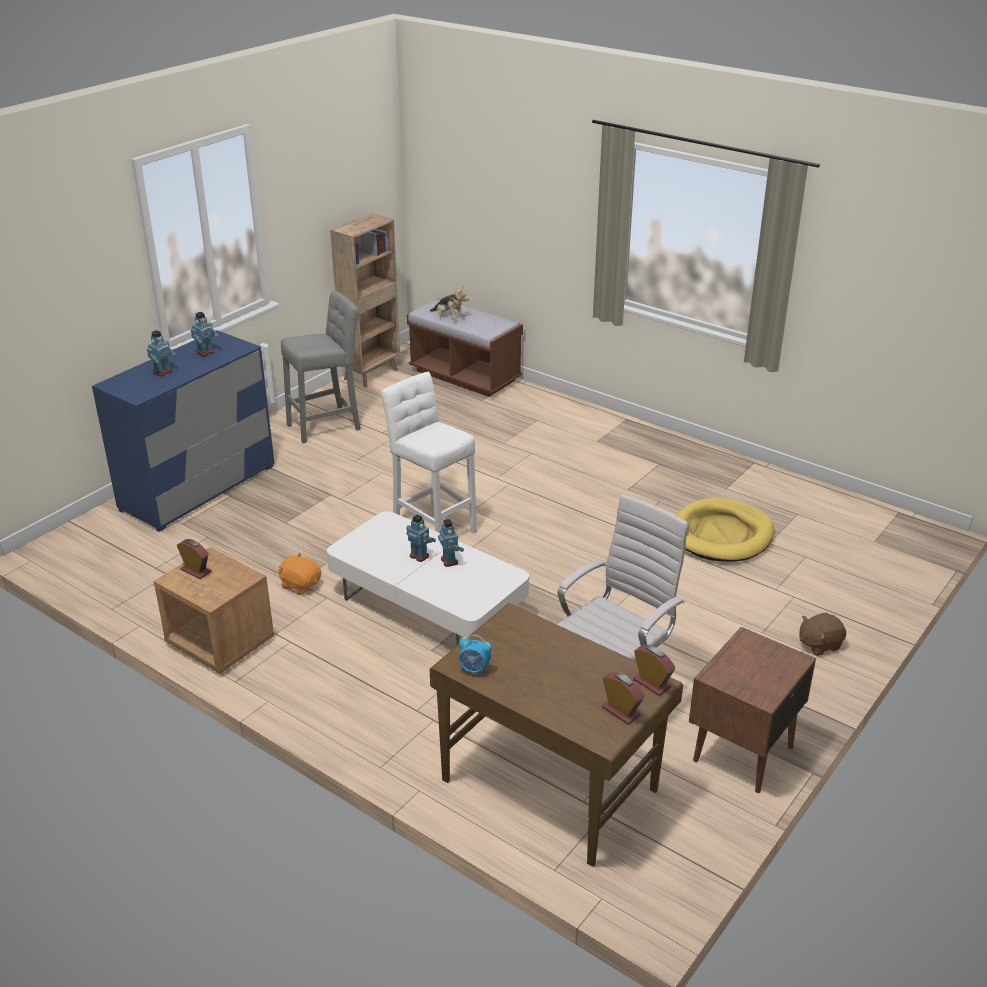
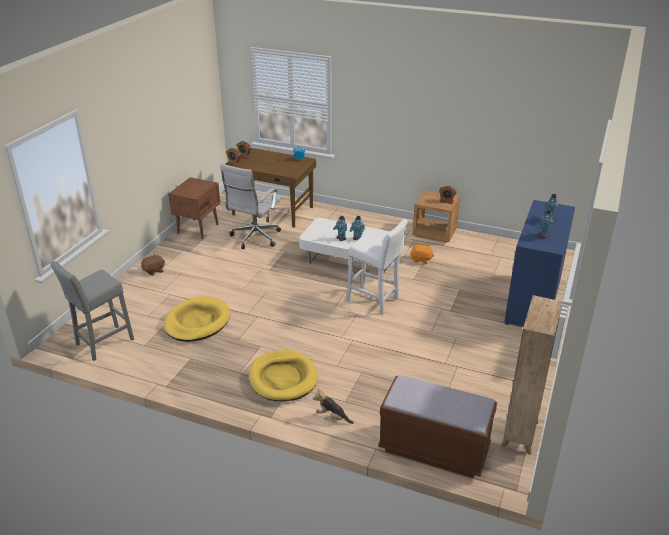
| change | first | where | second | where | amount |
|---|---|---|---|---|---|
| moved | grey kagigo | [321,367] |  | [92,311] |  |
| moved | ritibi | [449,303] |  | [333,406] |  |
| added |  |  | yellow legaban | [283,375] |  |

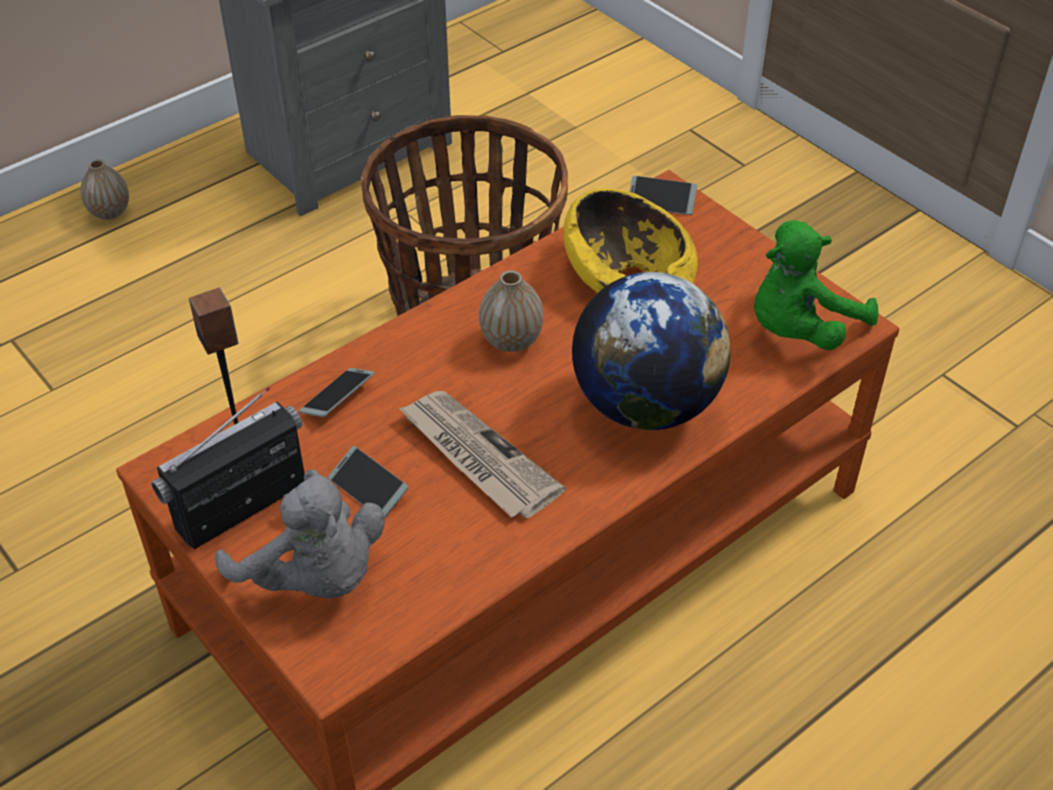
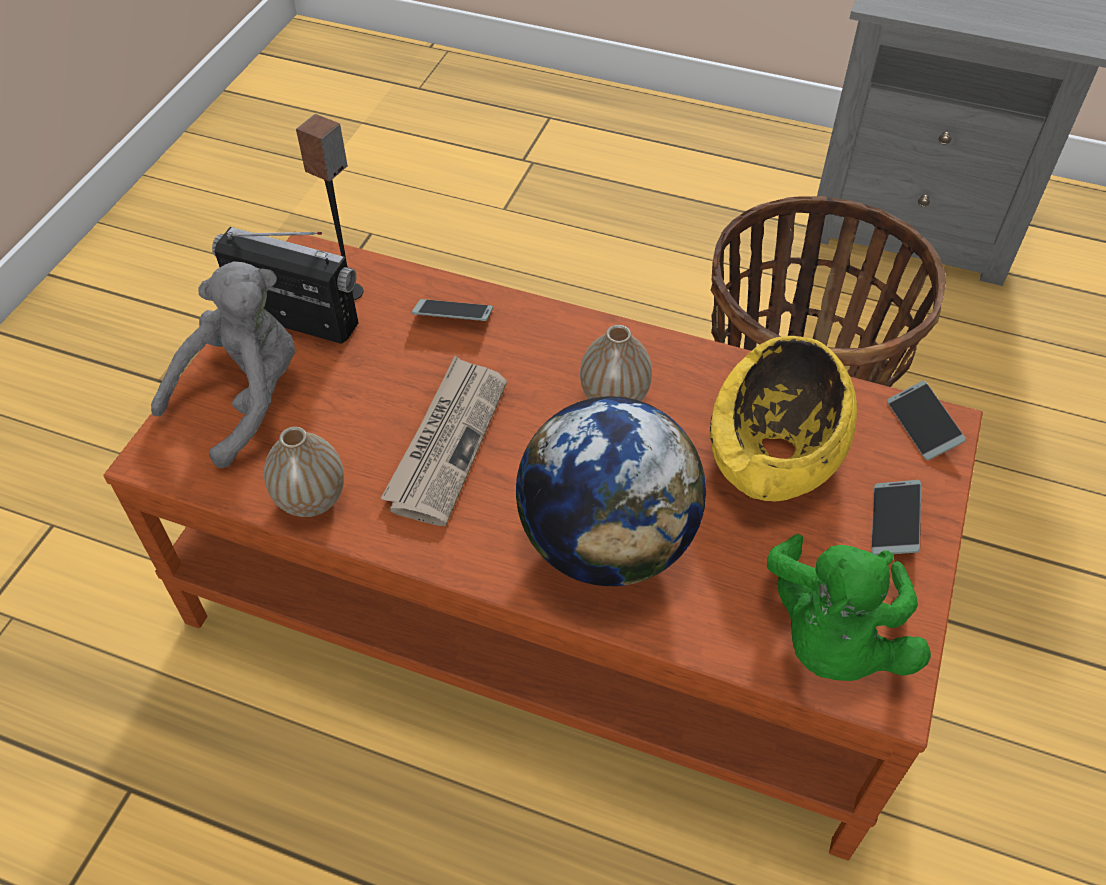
| change | first | where | second | where | amount |
|---|---|---|---|---|---|
| moved | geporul | [104,189] |  | [304,472] |  |
| turned | grey ritibi | [300,533] |  | [223,365] | 150 degrees counterclockwise |
| moved | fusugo | [368,481] |  | [896,517] |  |
| turned | green ritibi | [816,285] |  | [849,607] | 90 degrees counterclockwise |

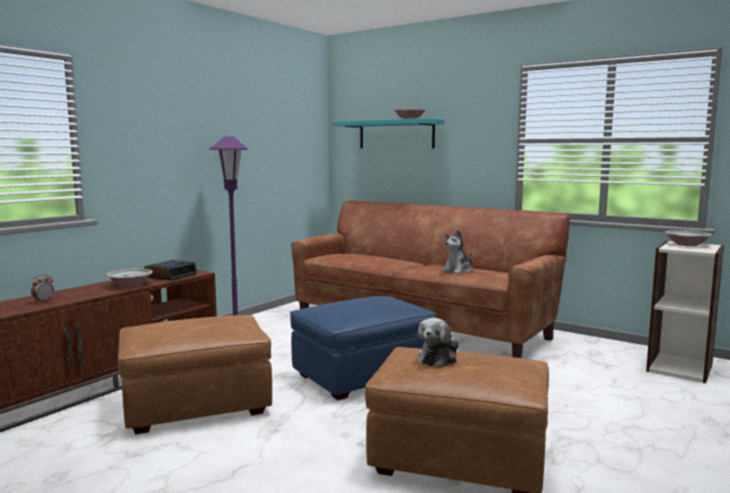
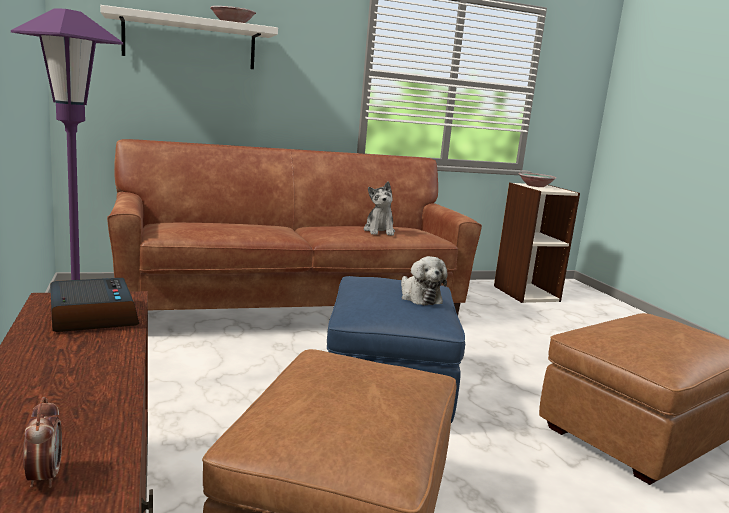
| change | first | where | second | where | amount |
|---|---|---|---|---|---|
| removed | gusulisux | [129,277] |  |  |  |
| recoloured | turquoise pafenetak | [388,133] | white pafenetak | [189,37] |  |
| moved | ritibi | [438,342] |  | [424,280] |  |

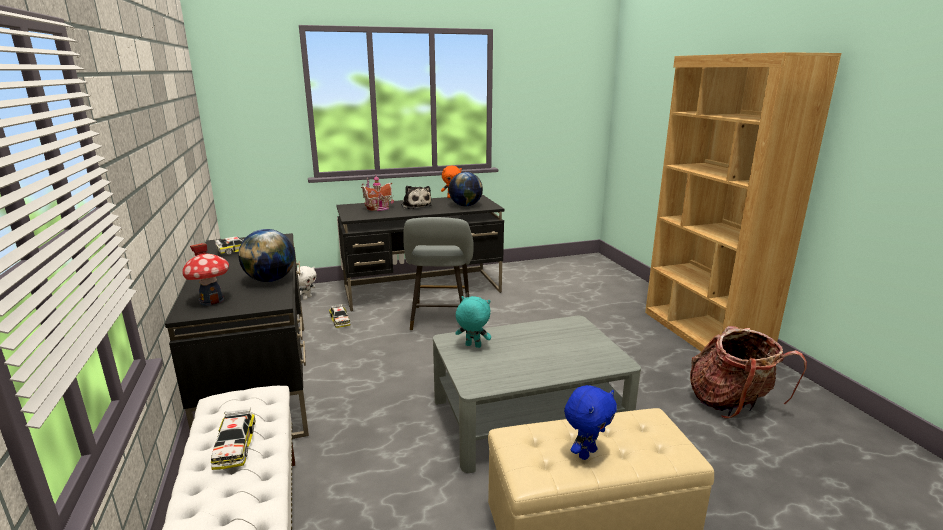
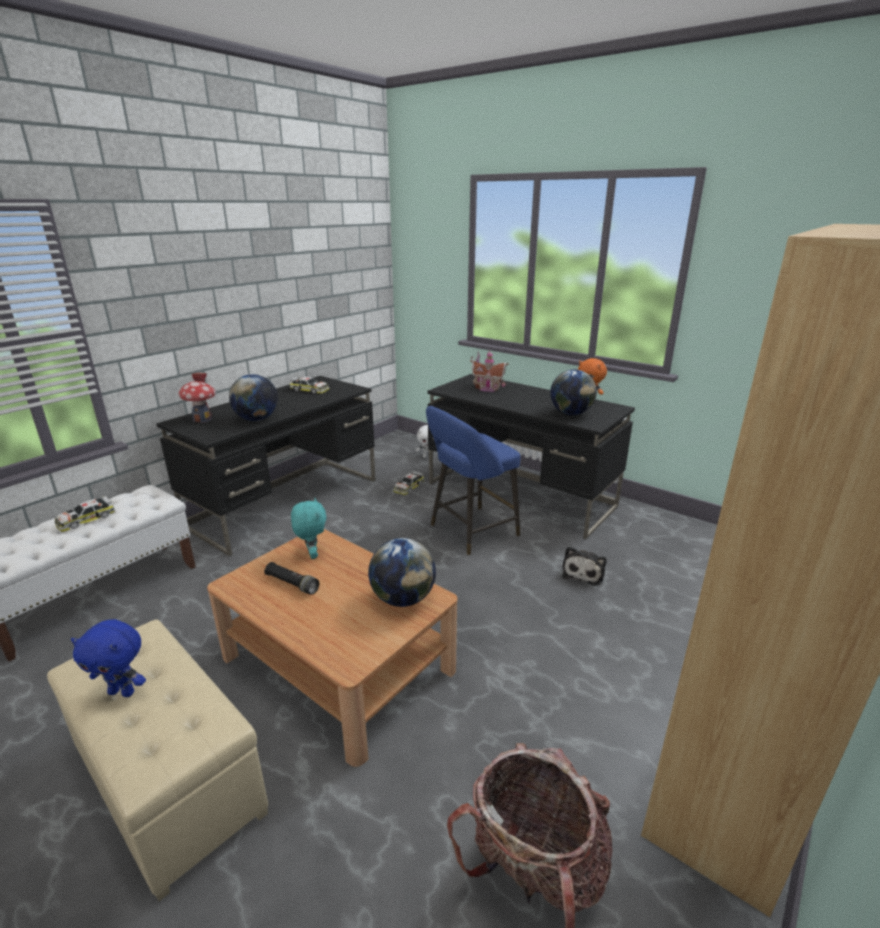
| change | first | where | second | where | amount |
|---|---|---|---|---|---|
| moved | ritibi | [416,197] |  | [584,566] |  |
| recoloured | grey kagigo | [438,274] | blue kagigo | [473,480] |  |
| recoloured | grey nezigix | [537,394] | brown nezigix | [332,648] |  |
| added |  |  | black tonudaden | [291,578] |  |
| added |  |  | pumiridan | [402,572] |  |

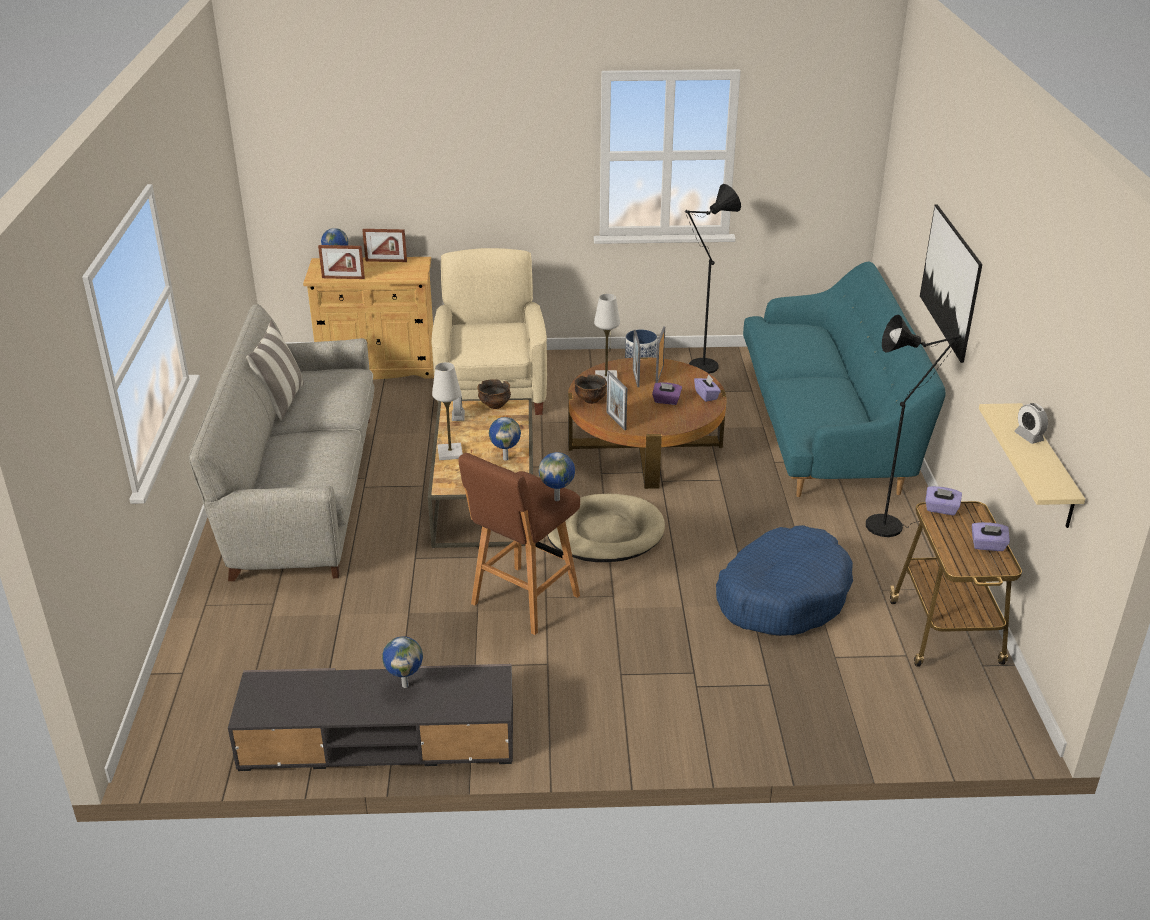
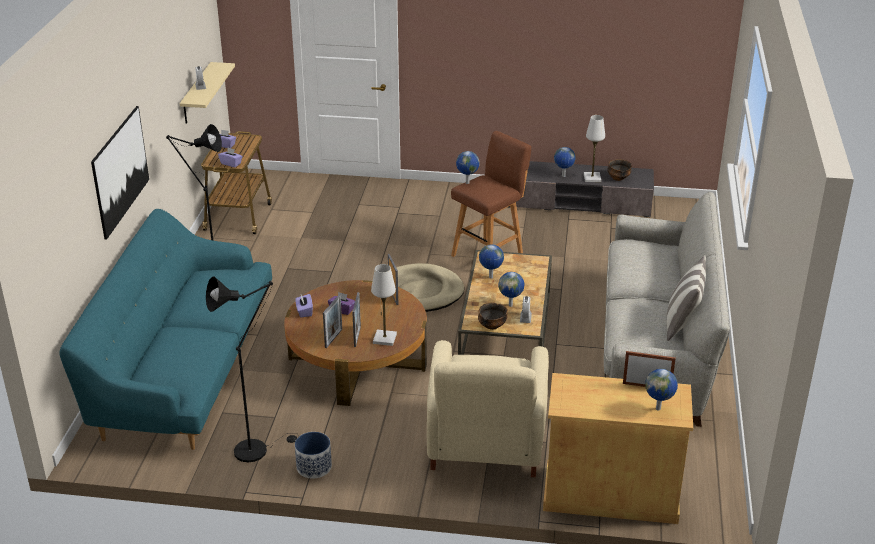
| change | first | where | second | where | amount |
|---|---|---|---|---|---|
| removed | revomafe | [384,245] |  |  |  |
| moved | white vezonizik | [447,411] |  | [594,148] |  |
| moved | gusulisux | [590,389] |  | [619,170] |  |
| removed | blue legaban | [784,580] |  |  |  |
| added |  |  | pumiridan | [511,289] |  |

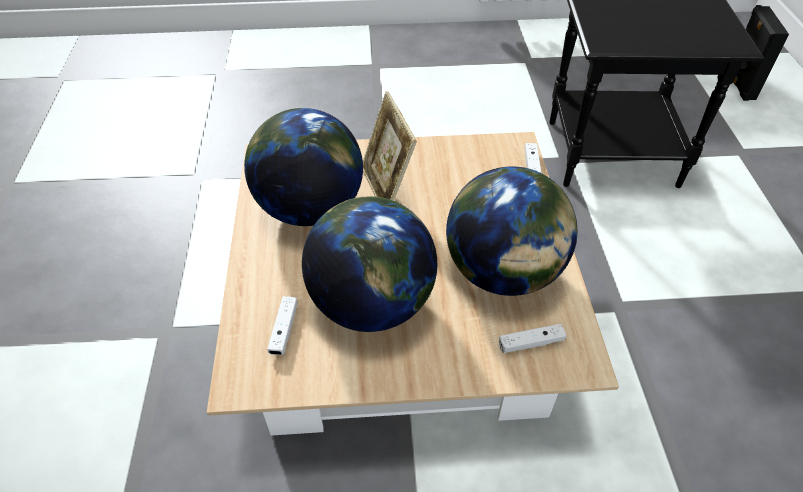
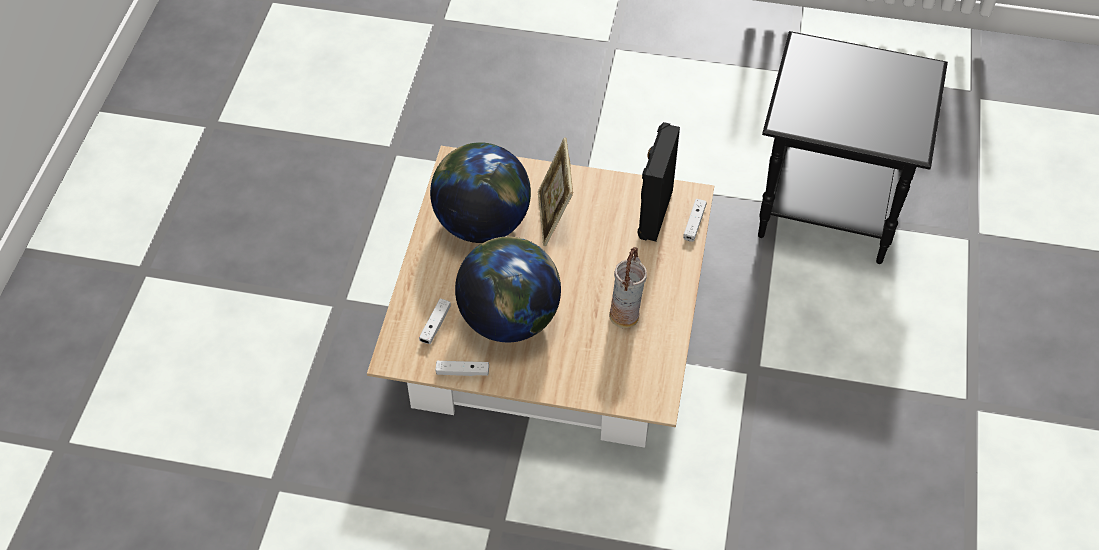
| change | first | where | second | where | amount |
|---|---|---|---|---|---|
| replaced | pumiridan | [511,231] | geporul | [628,287] |  |
| moved | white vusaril | [533,338] |  | [462,368] |  |
| moved | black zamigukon | [761,53] |  | [658,181] |  |

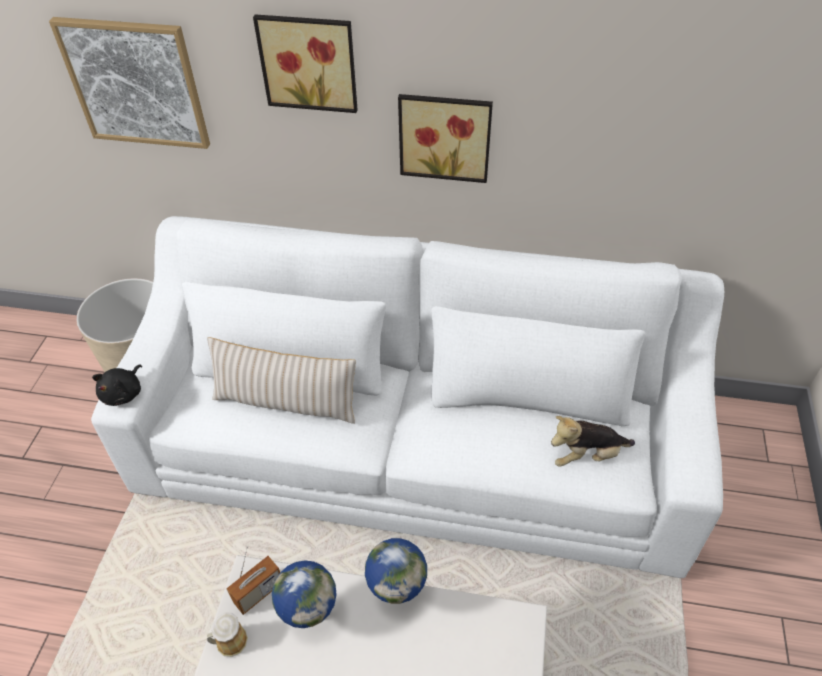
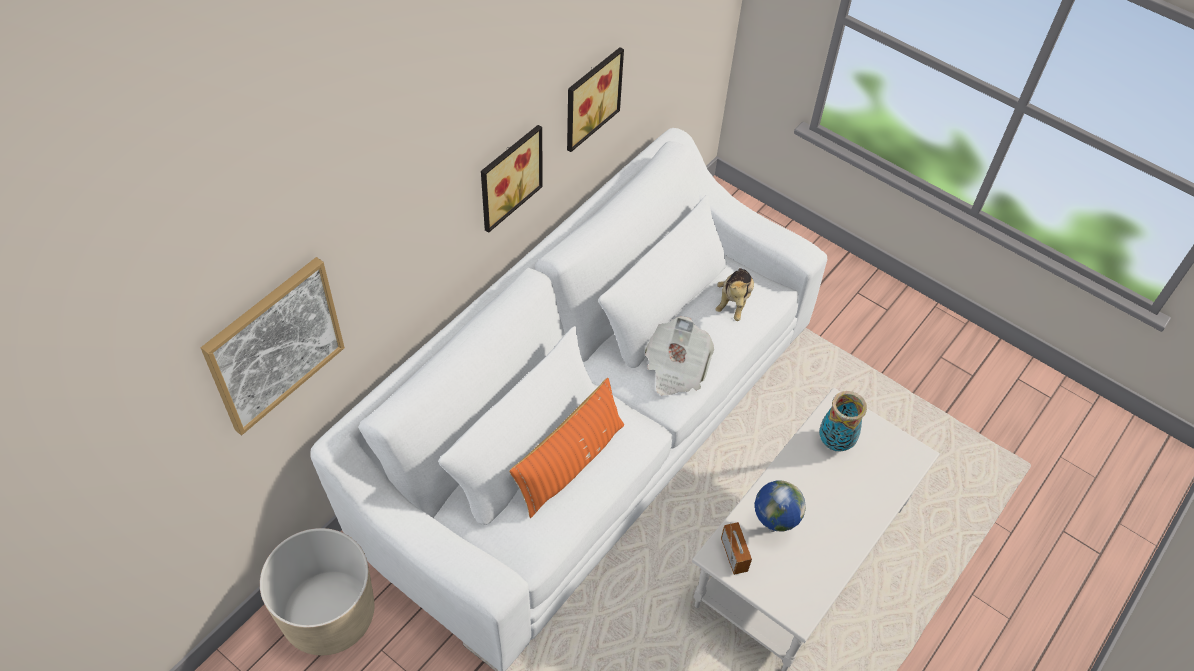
| change | first | where | second | where | amount |
|---|---|---|---|---|---|
| removed | black ritibi | [117,385] |  |  |  |
| recoloured | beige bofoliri | [281,380] | orange bofoliri | [566,447] |  |
| removed | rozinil | [227,634] |  |  |  |
| moved | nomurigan | [305,63] |  | [595,99] |  |
| removed | pumiridan | [396,571] |  |  |  |
| added |  |  | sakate | [679,355] |  |
| added |  |  | geporul | [843,421] |  |

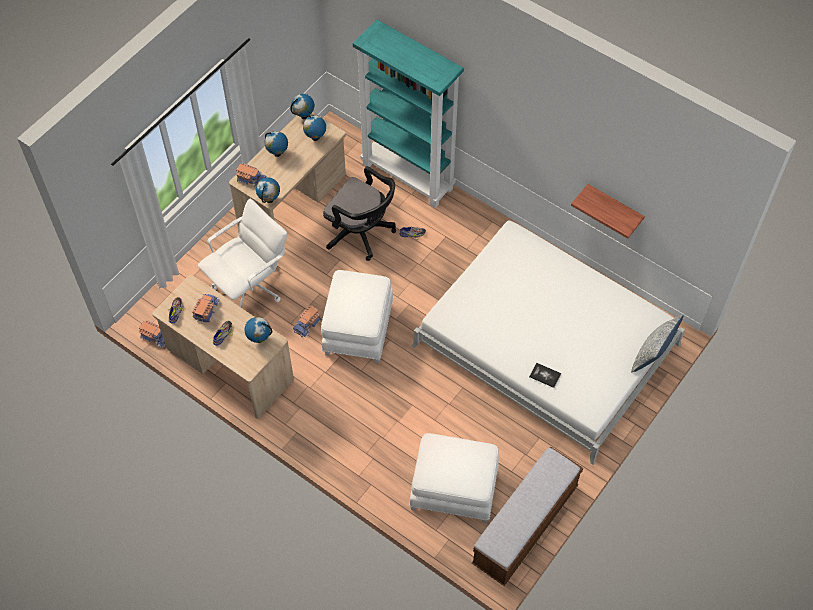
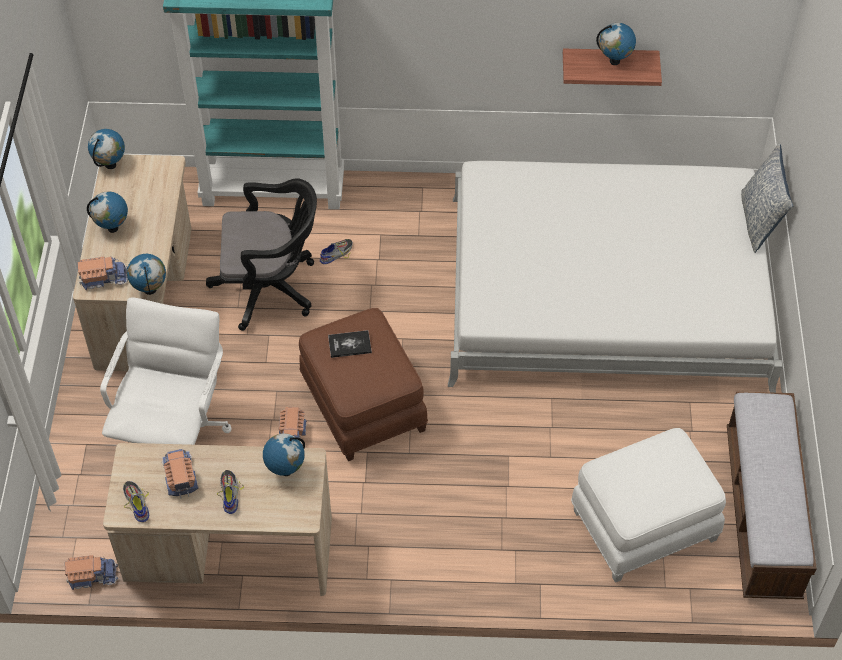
| change | first | where | second | where | amount |
|---|---|---|---|---|---|
| moved | pumiridan | [314,128] |  | [616,44] |  |
| recoloured | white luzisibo | [357,316] | brown luzisibo | [363,384] |  |
| moved | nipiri | [545,375] |  | [350,344] |  |

